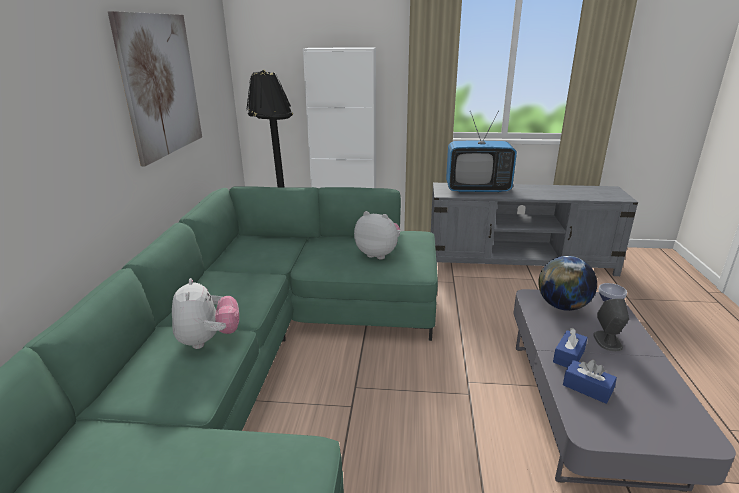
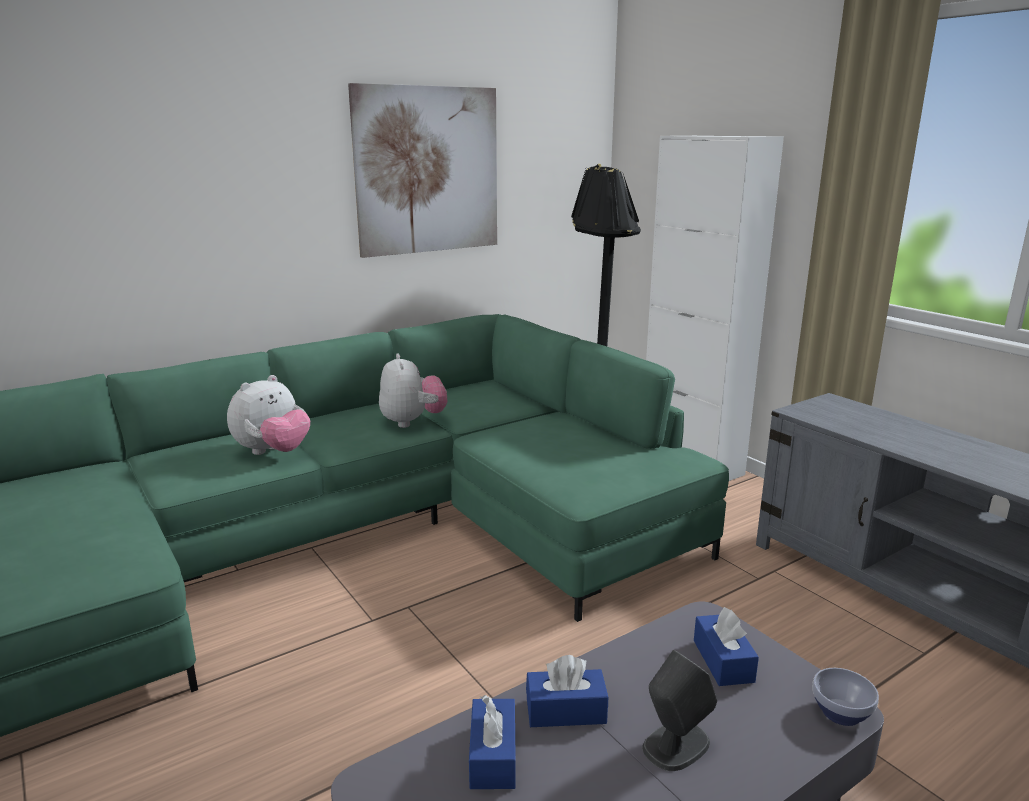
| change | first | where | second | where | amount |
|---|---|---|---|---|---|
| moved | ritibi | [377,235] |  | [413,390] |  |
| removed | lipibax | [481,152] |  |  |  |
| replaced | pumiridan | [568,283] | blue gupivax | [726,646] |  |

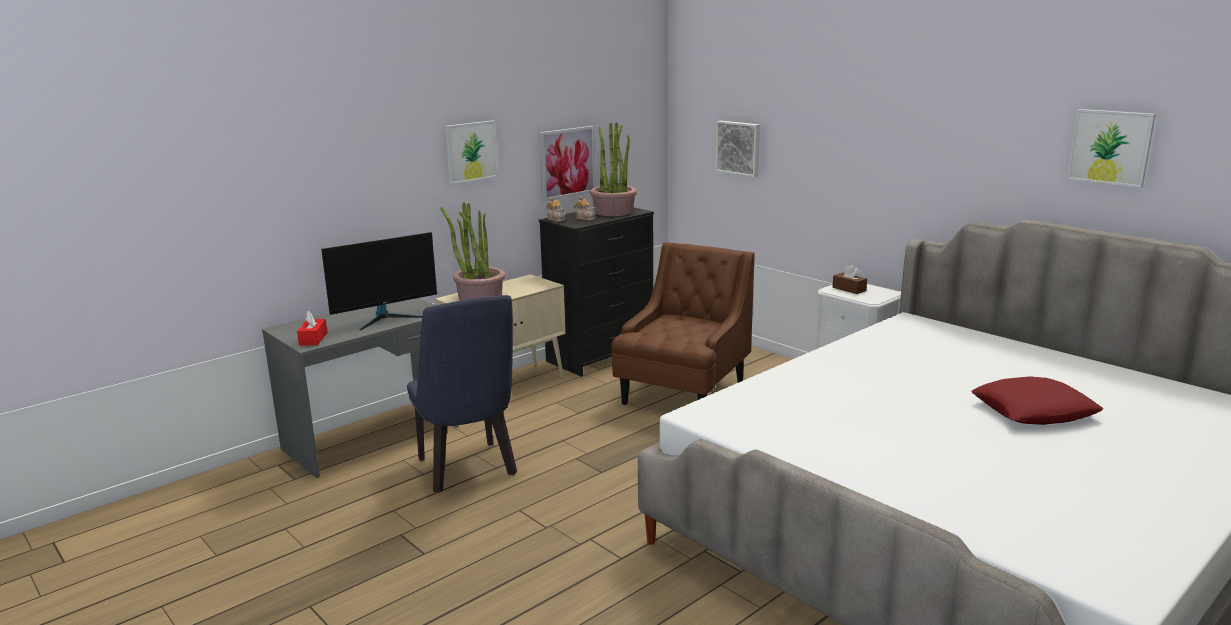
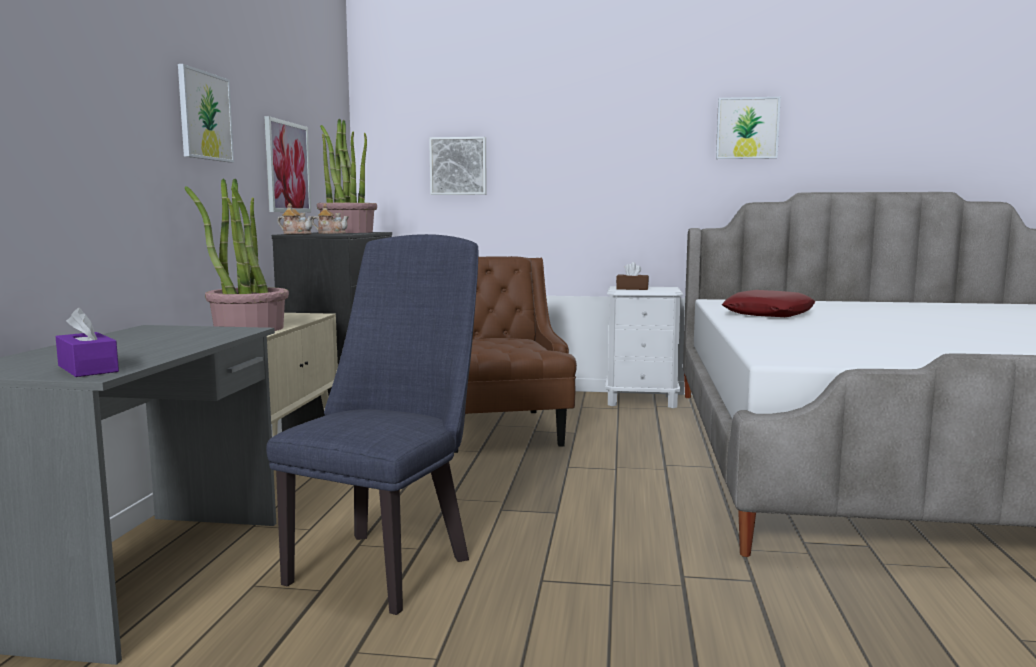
| change | first | where | second | where | amount |
|---|---|---|---|---|---|
| recoloured | red gupivax | [312,328] | purple gupivax | [87,342] |  |
| removed | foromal | [379,281] |  |  |  |
| turned | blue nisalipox | [462,394] |  | [372,424] | 90 degrees counterclockwise |
| moved | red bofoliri | [1037,400] |  | [768,303] |  |
| moved | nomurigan | [1111,148] |  | [748,128] |  |

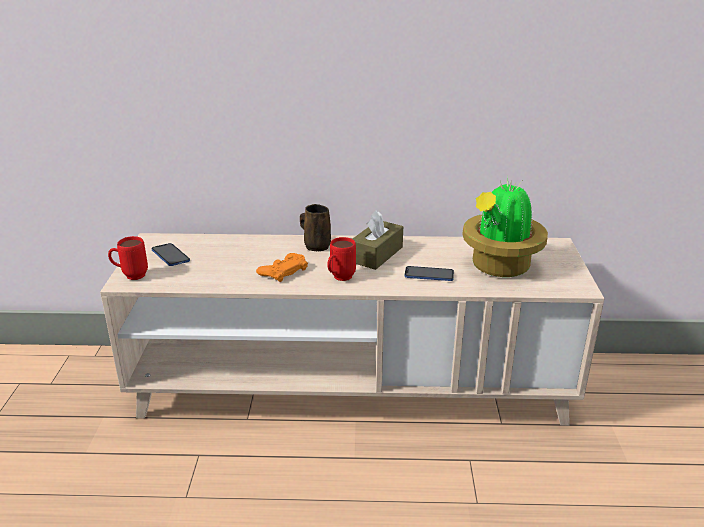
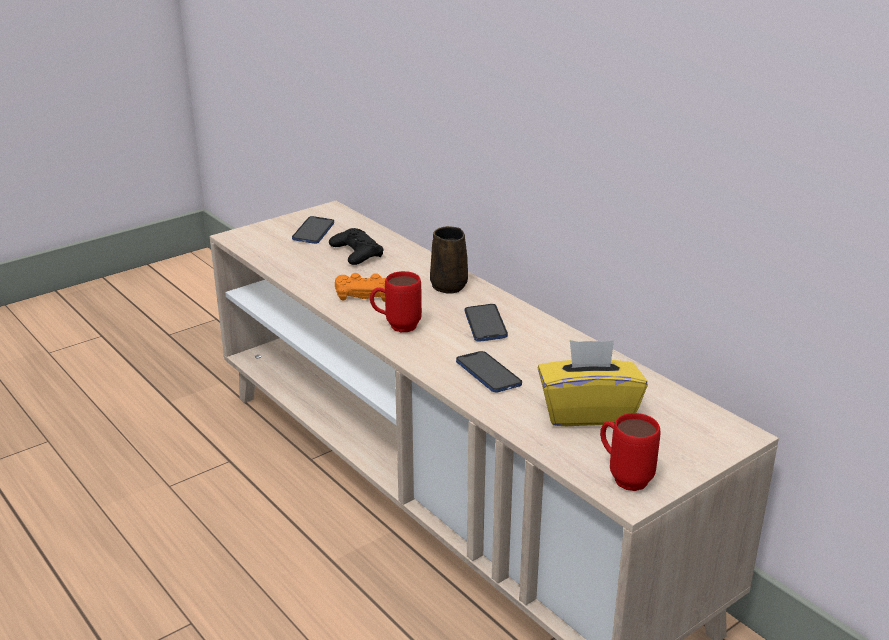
| change | first | where | second | where | amount |
|---|---|---|---|---|---|
| moved | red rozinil | [128,258] |  | [630,452] |  |
| replaced | brown gupivax | [378,240] | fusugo | [486,323] |  |
| replaced | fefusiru | [505,226] | yellow gupivax | [592,383] |  |
| added |  |  | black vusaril | [356,246] |  |

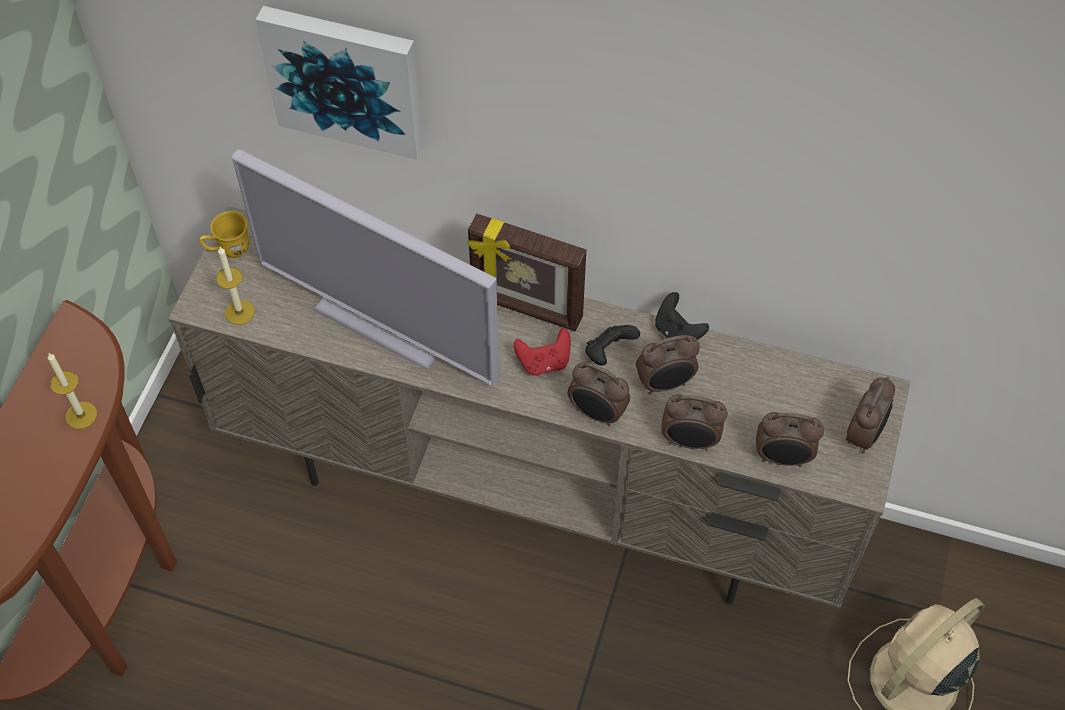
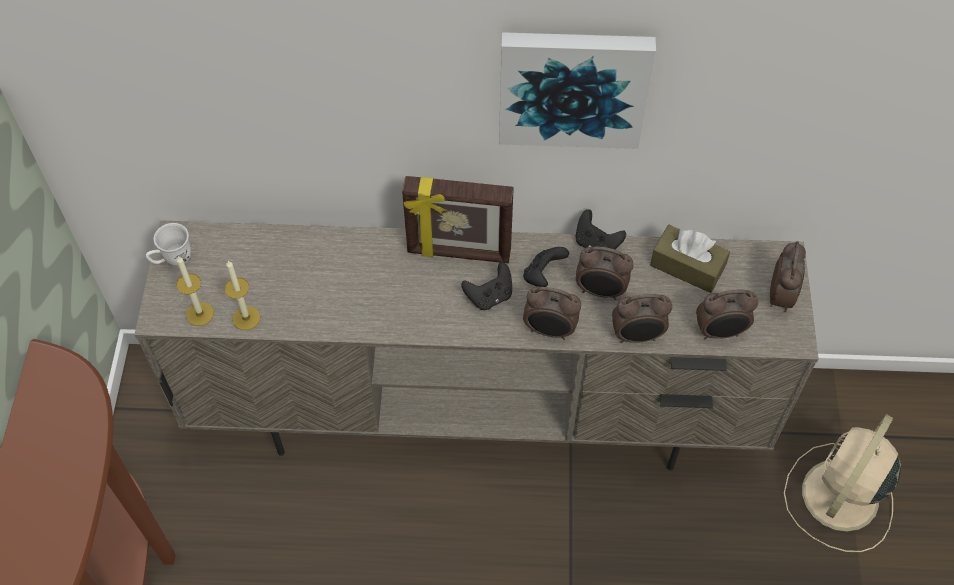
| change | first | where | second | where | amount |
|---|---|---|---|---|---|
| moved | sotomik | [72,391] |  | [242,295] |  |
| recoloured | yellow rozinil | [224,234] | white rozinil | [168,244] |  |
| removed | lipibax | [366,267] |  |  |  |
| moved | nomurigan | [339,83] |  | [577,90] |  |
| recoloured | red vusaril | [542,352] | black vusaril | [486,286] |  |
| turned | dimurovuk | [668,364] |  | [605,273] | 45 degrees clockwise |
| added |  |  | brown gupivax | [690,259] |  |

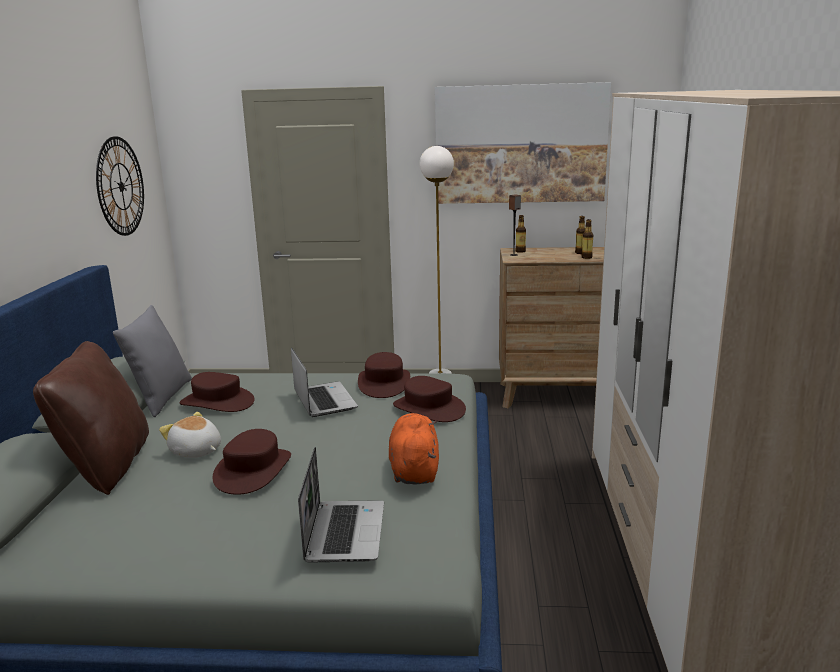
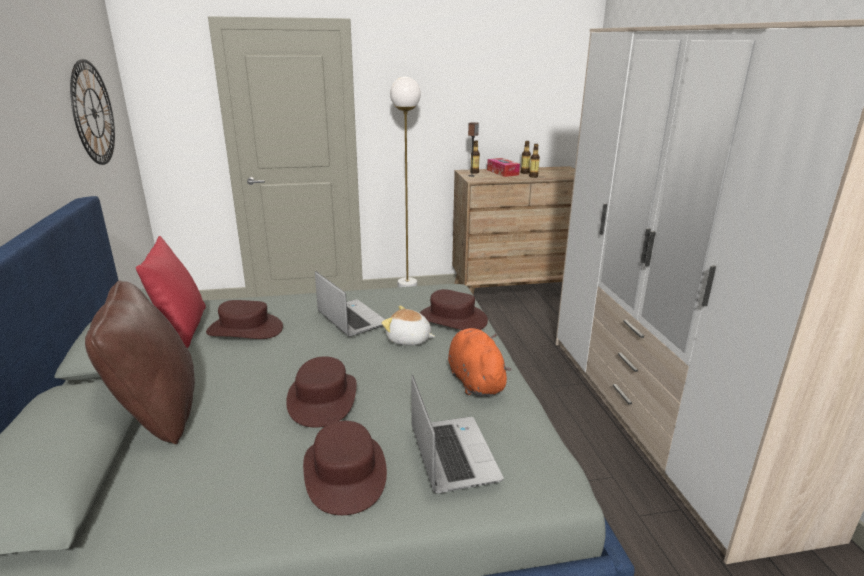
| change | first | where | second | where | amount |
|---|---|---|---|---|---|
| recoloured | grey bofoliri | [152,361] | red bofoliri | [171,292] |  |
| moved | ritibi | [190,435] |  | [408,325] |  |
| moved | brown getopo | [384,375] |  | [345,468] |  |
| removed | nomurigan | [523,143] |  |  |  |
| added |  |  | gupivax | [503,167] |  |

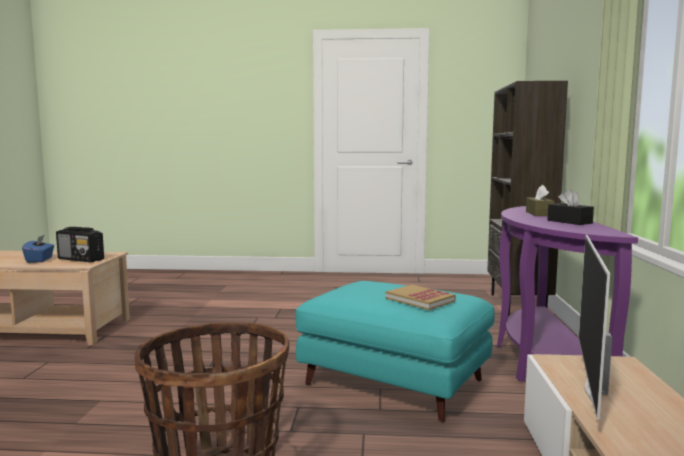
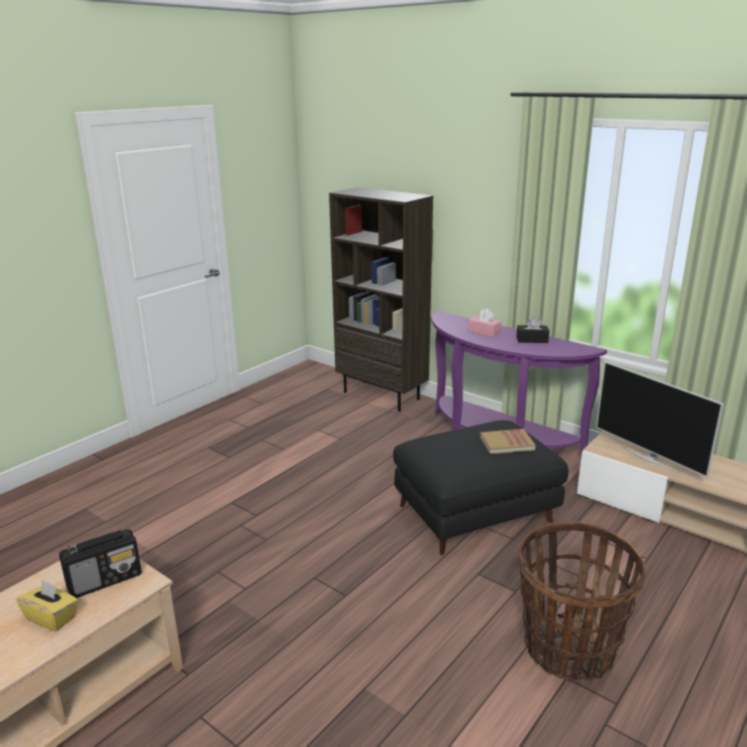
| change | first | where | second | where | amount |
|---|---|---|---|---|---|
| recoloured | blue gupivax | [38,249] | yellow gupivax | [47,605] |  |
| recoloured | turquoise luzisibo | [395,351] | black luzisibo | [480,487] |  |
| recoloured | brown gupivax | [540,200] | pink gupivax | [484,323] |  |

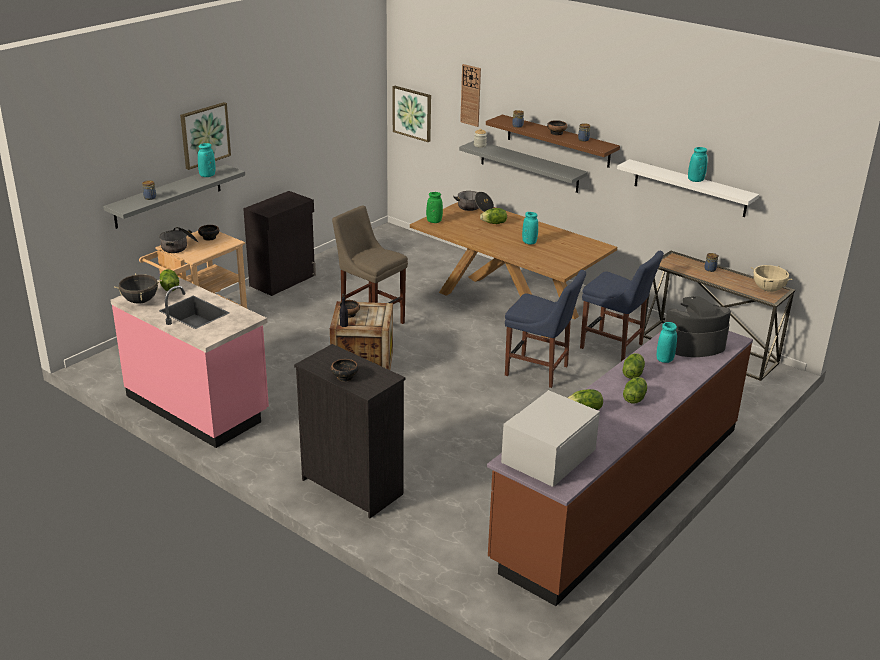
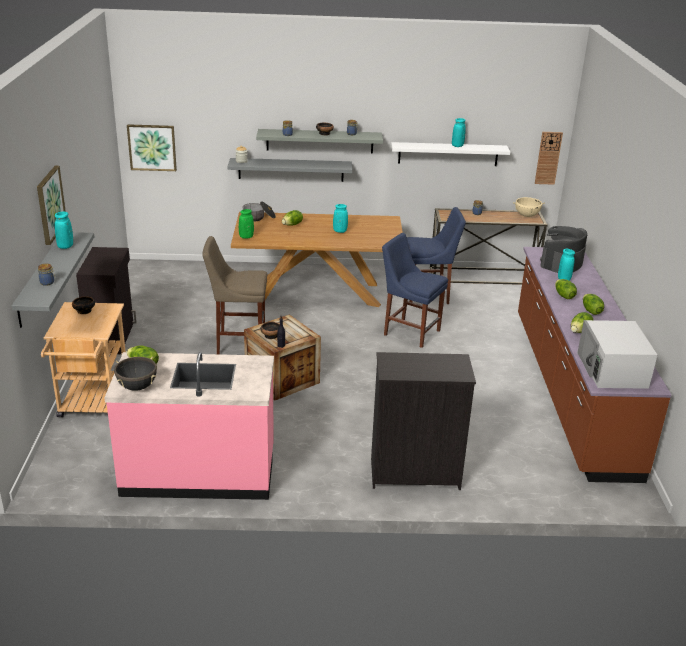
| change | first | where | second | where | amount |
|---|---|---|---|---|---|
| removed | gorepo | [179,240] |  |  |  |
| removed | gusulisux | [345,370] |  |  |  |
| moved | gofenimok | [470,95] |  | [549,158] |  |
| recoloured | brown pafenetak | [553,141] | grey pafenetak | [319,141] |  |
| turned | blue nisalipox | [545,329] |  | [415,290] | 135 degrees counterclockwise |

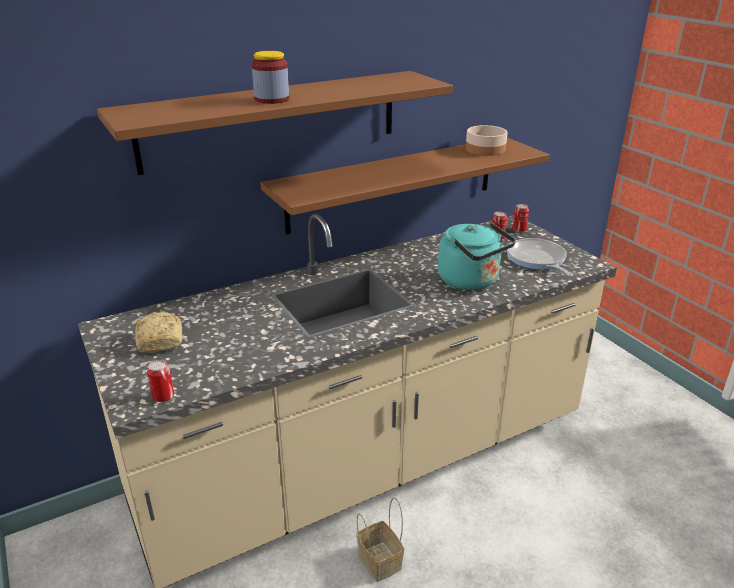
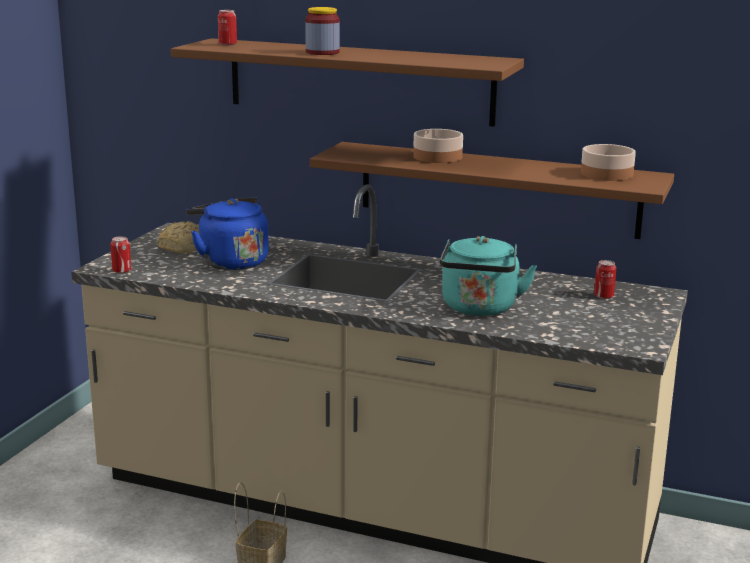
| change | first | where | second | where | amount |
|---|---|---|---|---|---|
| removed | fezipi | [540,257] |  |  |  |
| moved | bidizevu | [520,218] |  | [227,28] |  |
| added |  |  | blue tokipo | [227,233] |  |
| added |  |  | gusulisux | [438,146] |  |

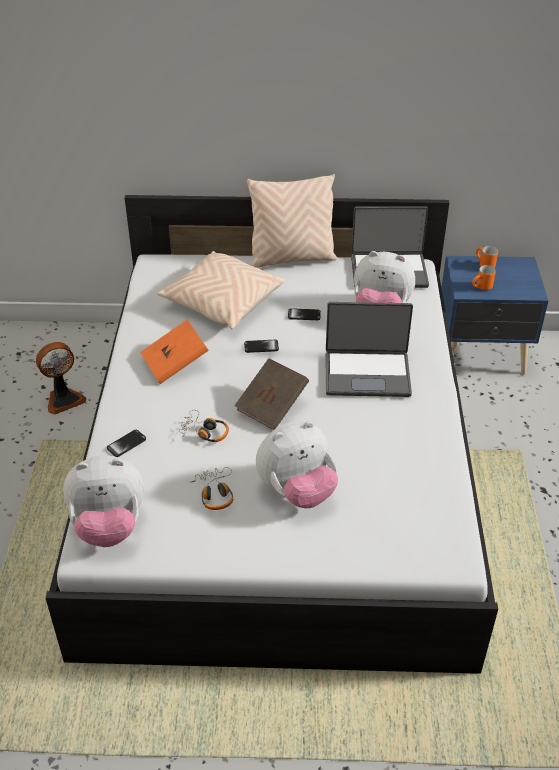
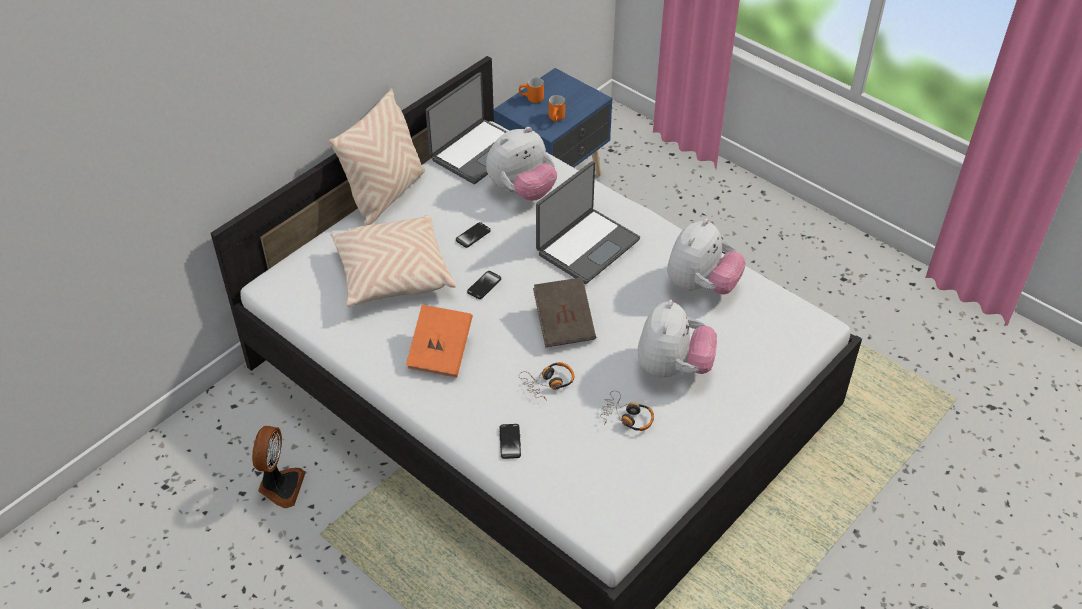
| change | first | where | second | where | amount |
|---|---|---|---|---|---|
| moved | ritibi | [103,501] |  | [706,256] |  |

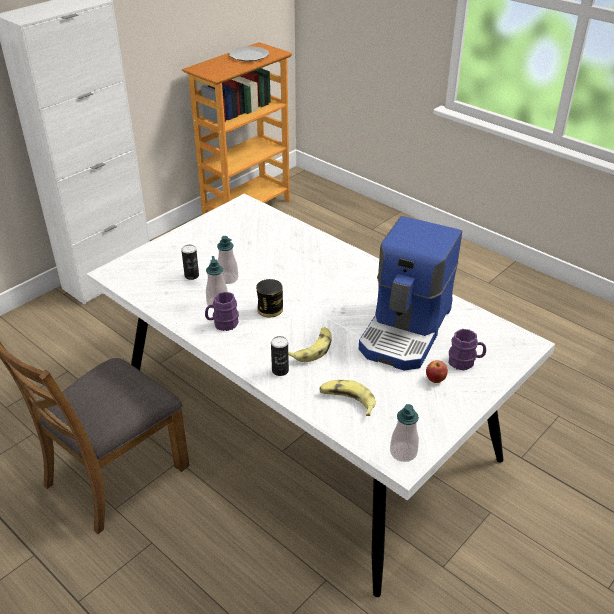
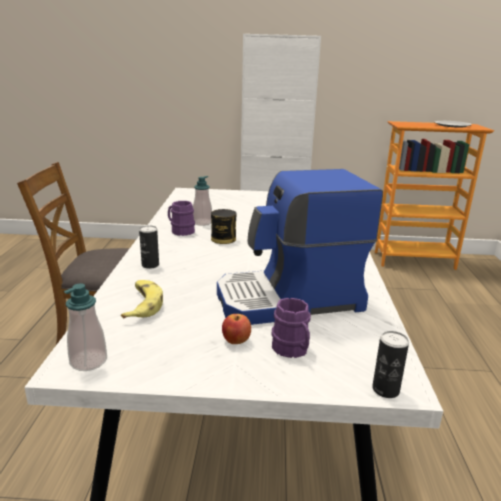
| change | first | where | second | where | amount |
|---|---|---|---|---|---|
| moved | bidizevu | [190,262] |  | [390,364] |  |
| removed | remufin | [227,260] |  |  |  |
| removed | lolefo | [310,344] |  |  |  |

